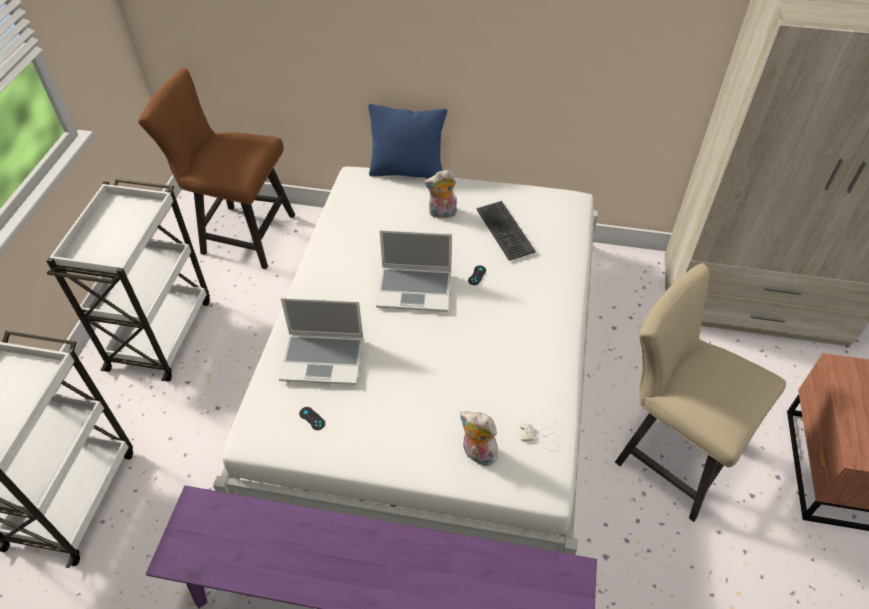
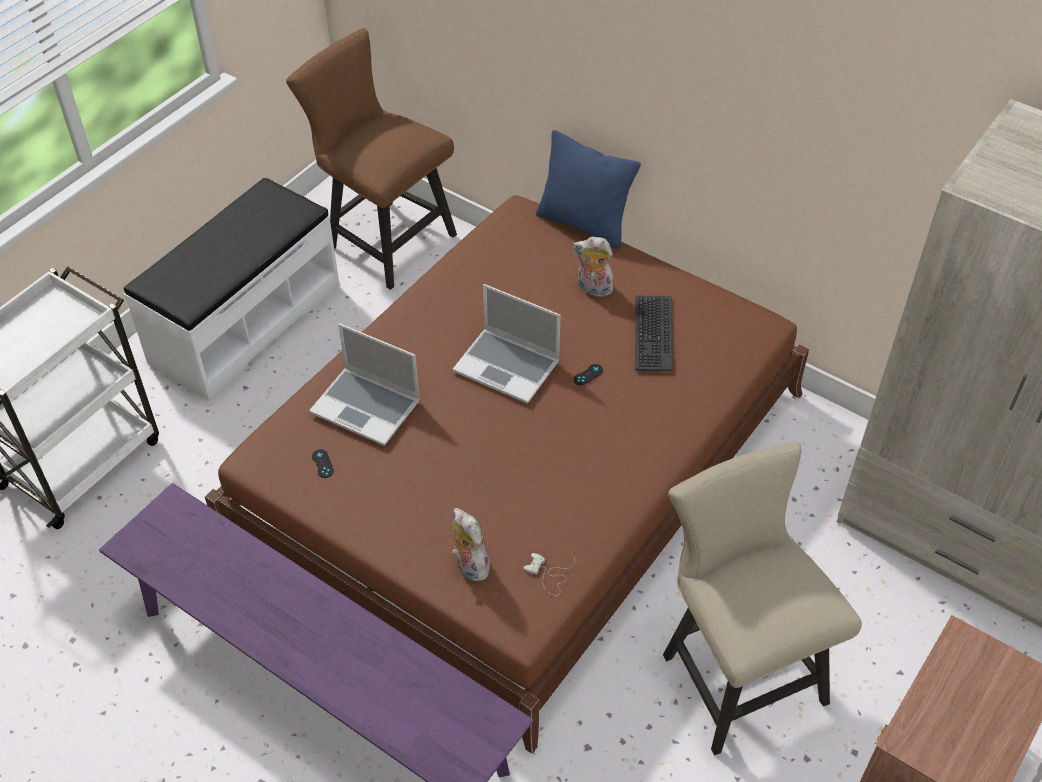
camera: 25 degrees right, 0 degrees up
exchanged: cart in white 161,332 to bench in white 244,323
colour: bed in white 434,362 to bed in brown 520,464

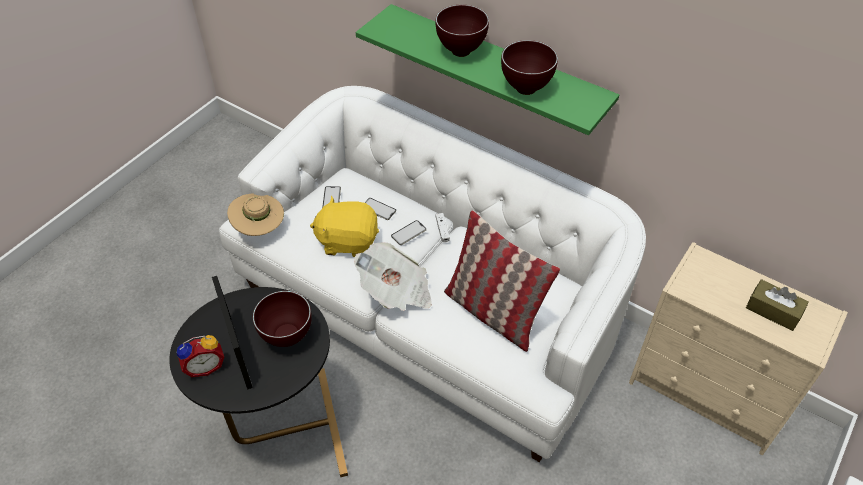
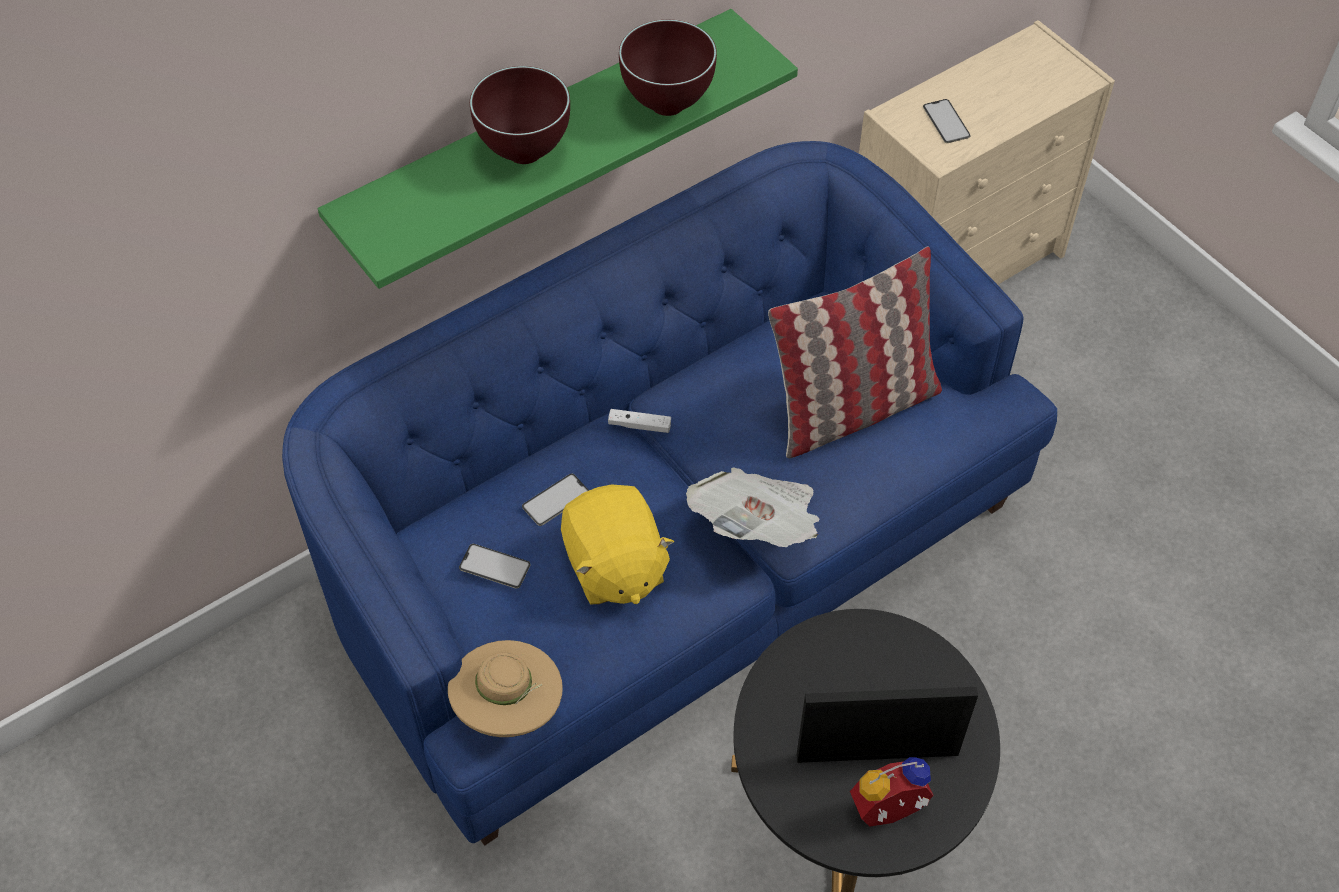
camera: 70 degrees left, 5 degrees up
missing: tissue box in brown 773,311; bowl in brown 288,338
relocated: phone 408,233 to 946,121
colour: sofa in white 430,311 to sofa in blue 671,559
spun: plush toy in yellow 347,241 = 614,567 45 degrees counterclockwise; alarm clock 205,366 = 889,814 105 degrees counterclockwise

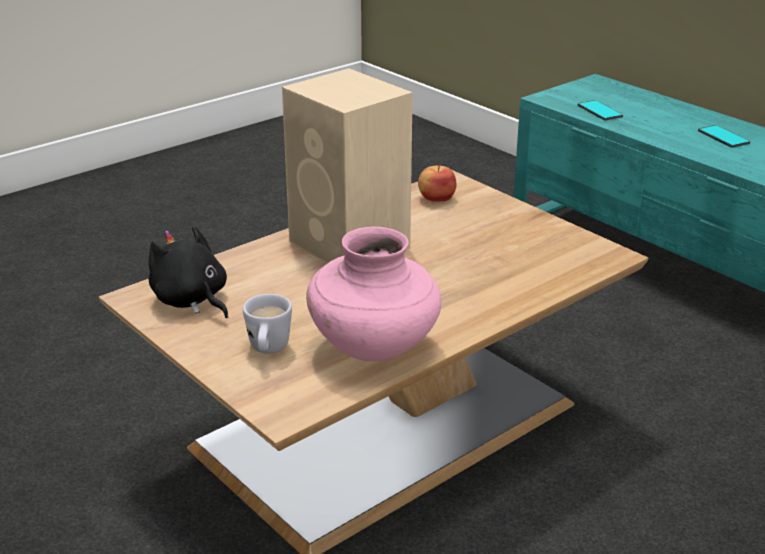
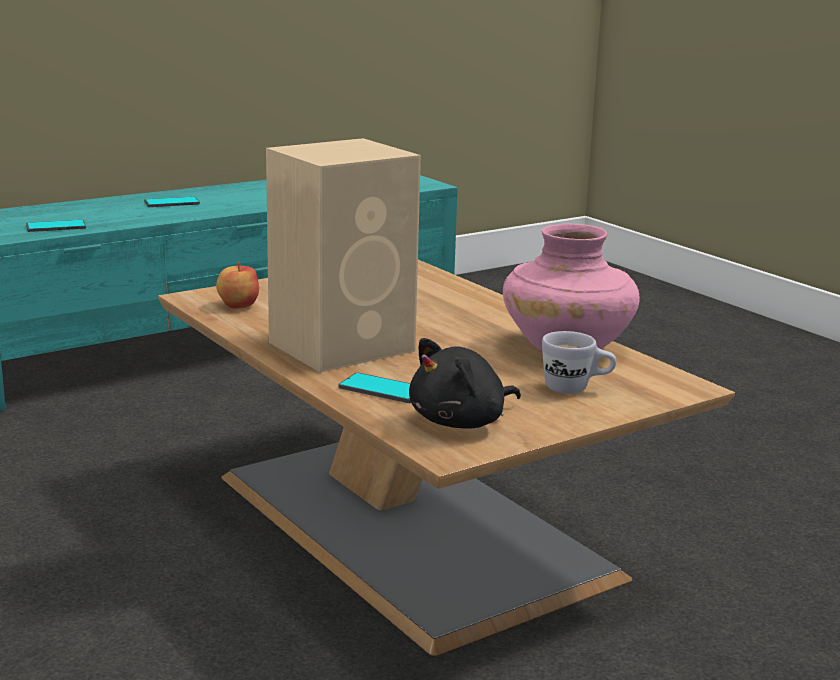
camera: 85 degrees left, 10 degrees down
appeared: phone 382,389

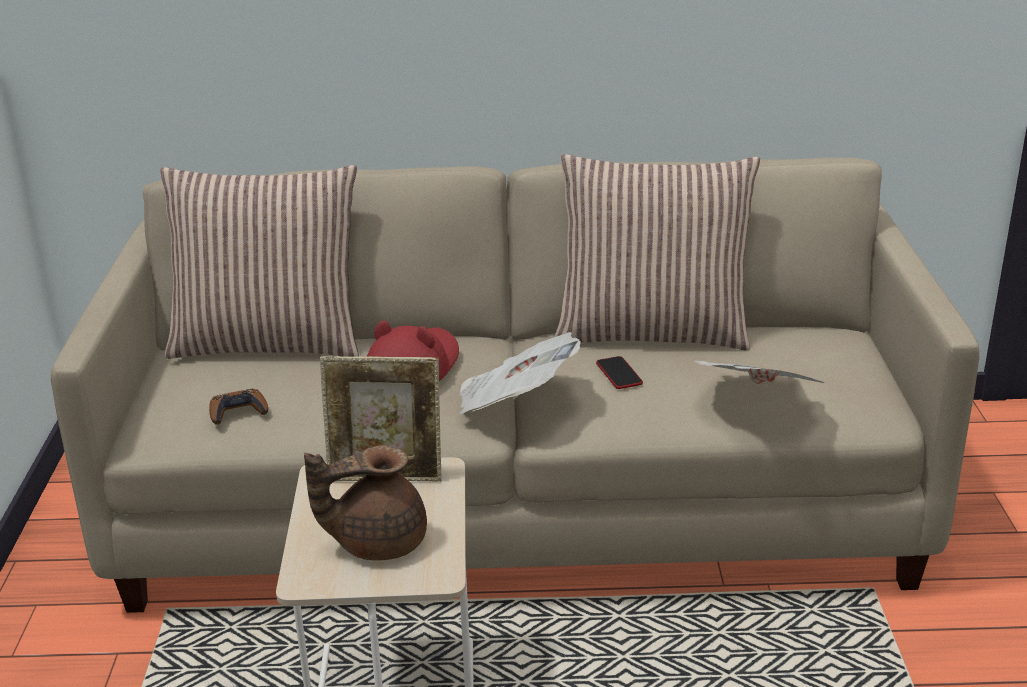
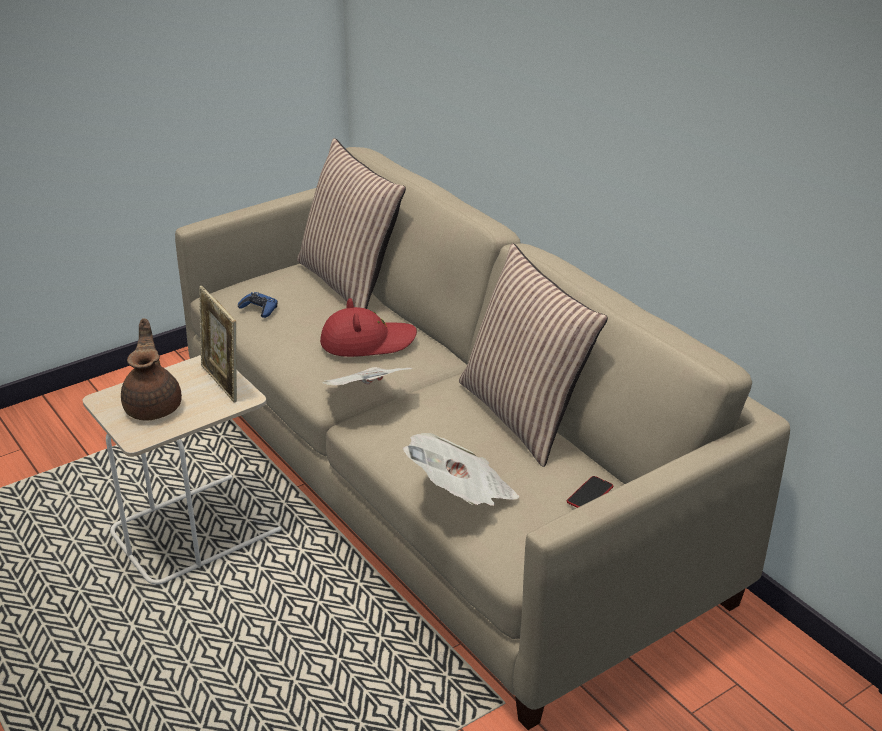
camera: 55 degrees right, 5 degrees up
relocated: phone 619,374 to 590,494
colour: game controller in brown 238,412 to game controller in blue 259,308
spun: teapot in brown 376,542 = 154,406 45 degrees clockwise

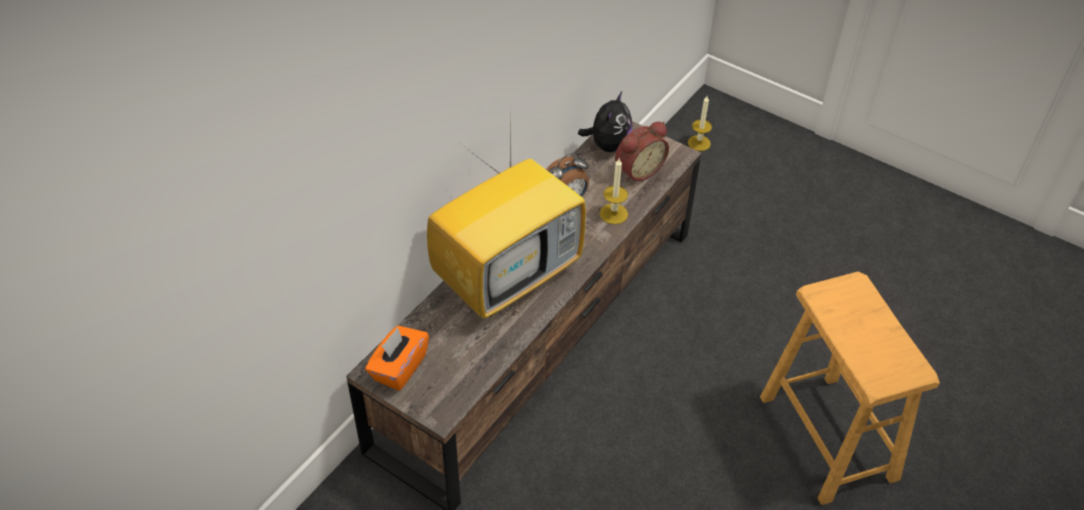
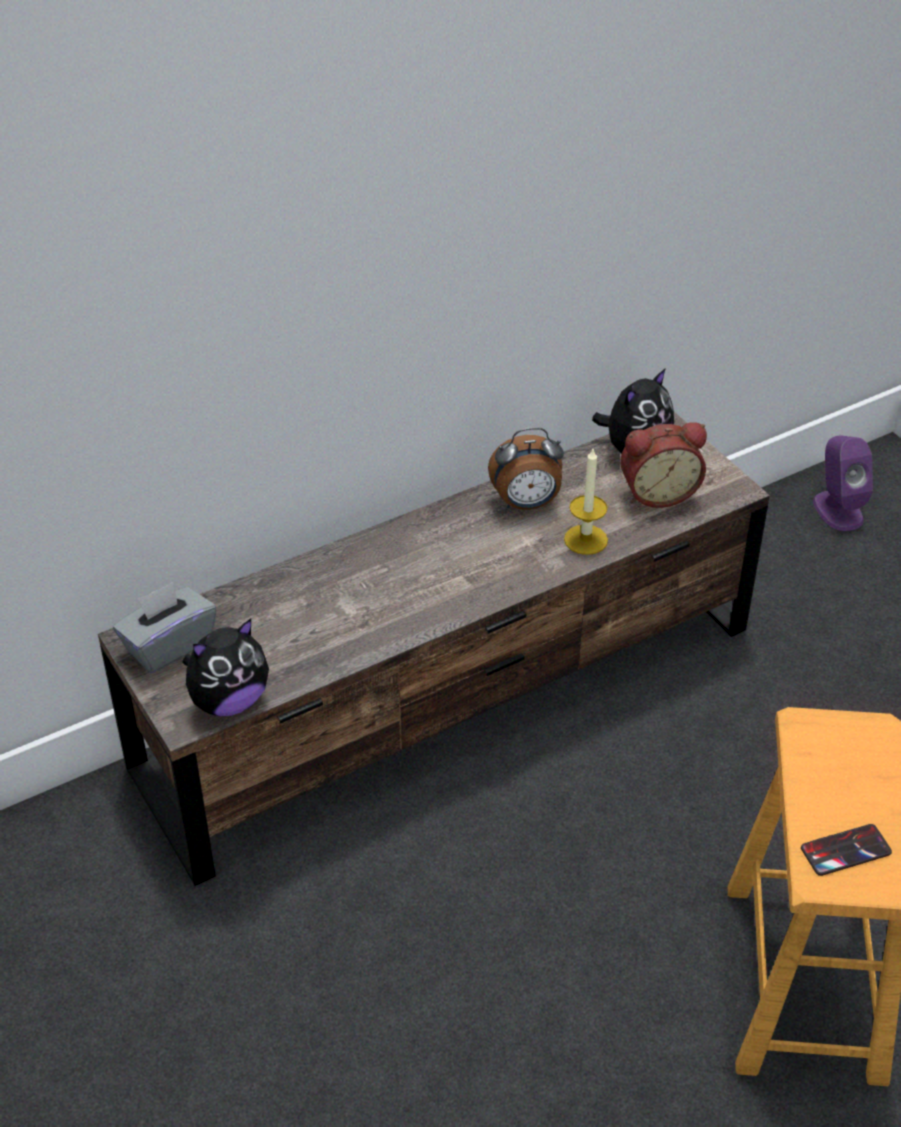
camera: 25 degrees right, 5 degrees down
missing: television 508,275
appeared: plush toy 228,701; phone 845,850
exchanged: candle 699,143 to speaker in purple 837,510
colour: tissue box in orange 399,368 to tissue box in grey 168,646

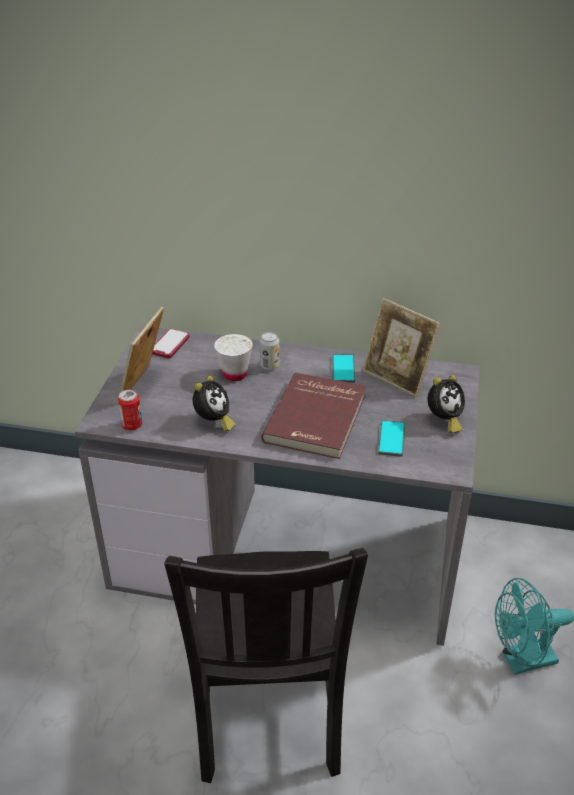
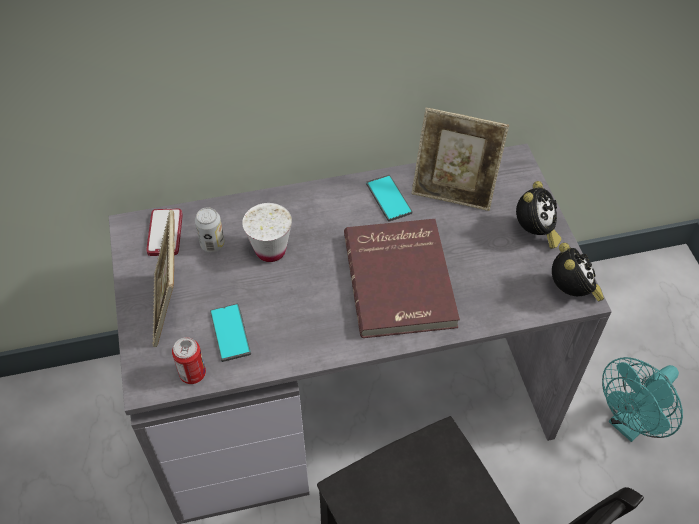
camera: 25 degrees left, 15 degrees up
relocated: can 269,366 to 212,244; alarm clock 213,422 to 571,292; phone 391,439 to 230,333

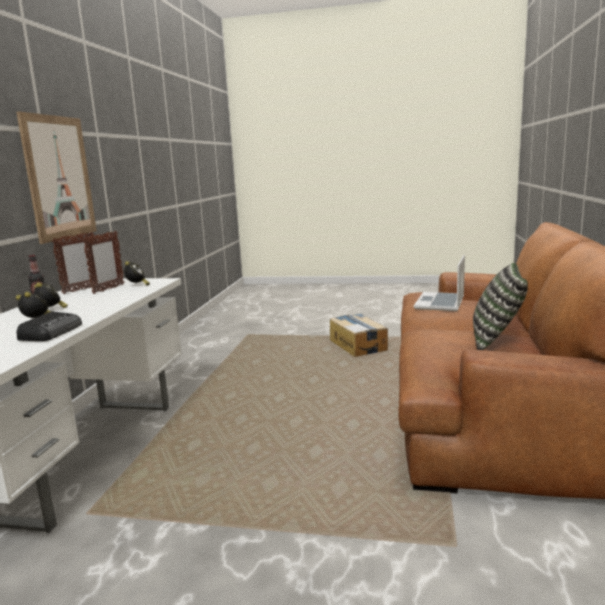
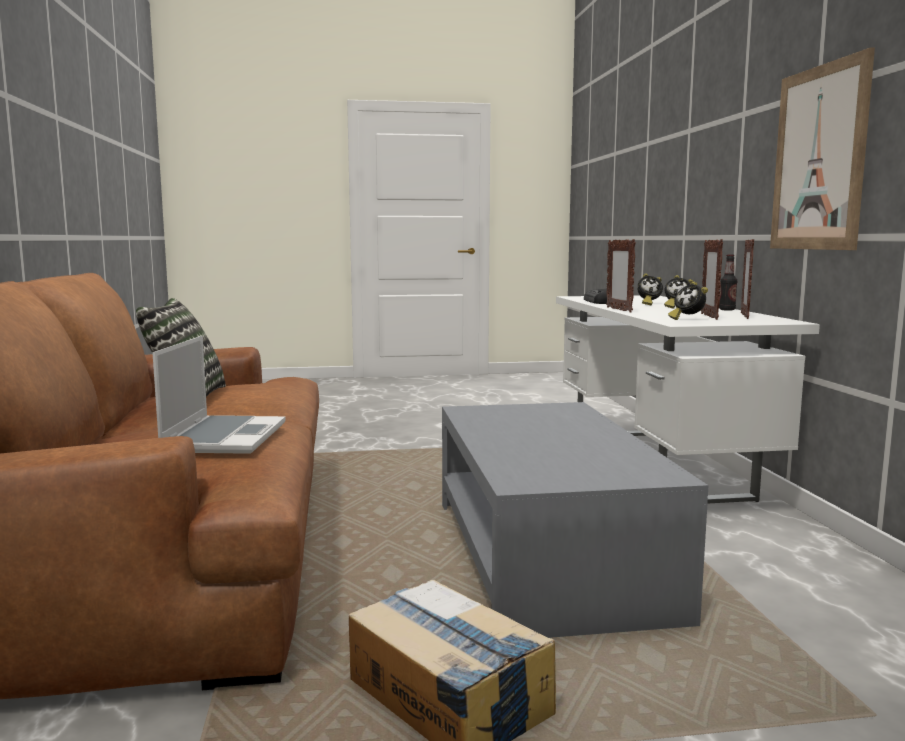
camera: 160 degrees right, 5 degrees down
appeared: picture frame 619,310; coffee table in grey 546,555

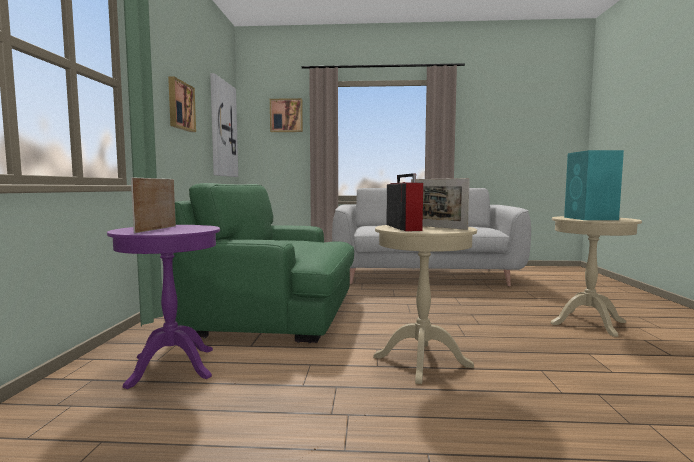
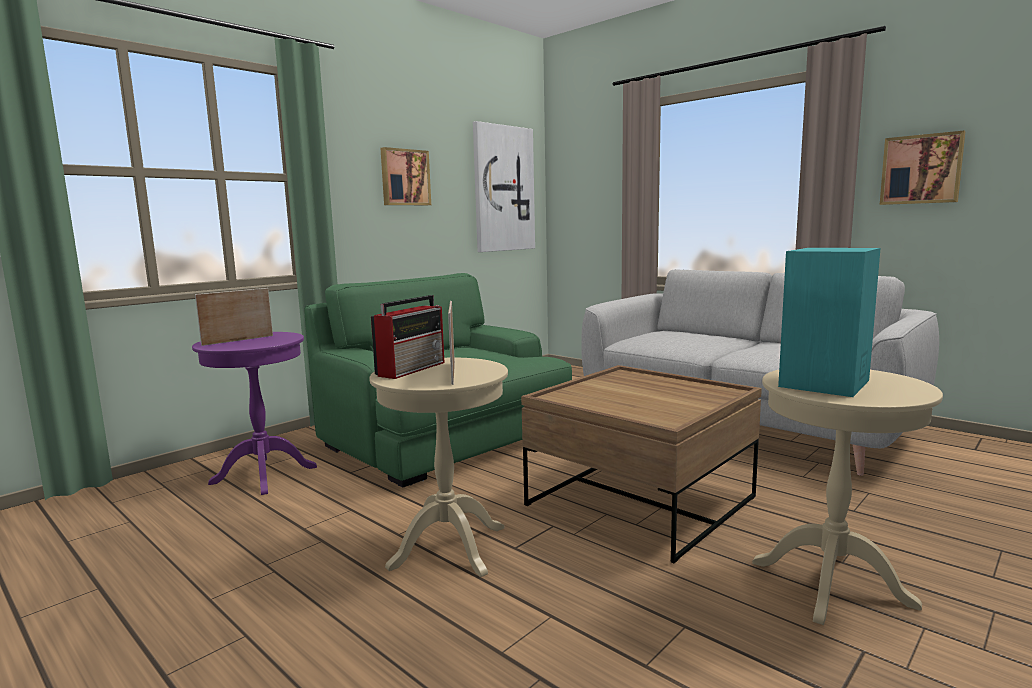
camera: 40 degrees right, 5 degrees up
appeared: coffee table in brown 640,501
relocated: picture 286,115 to 921,169

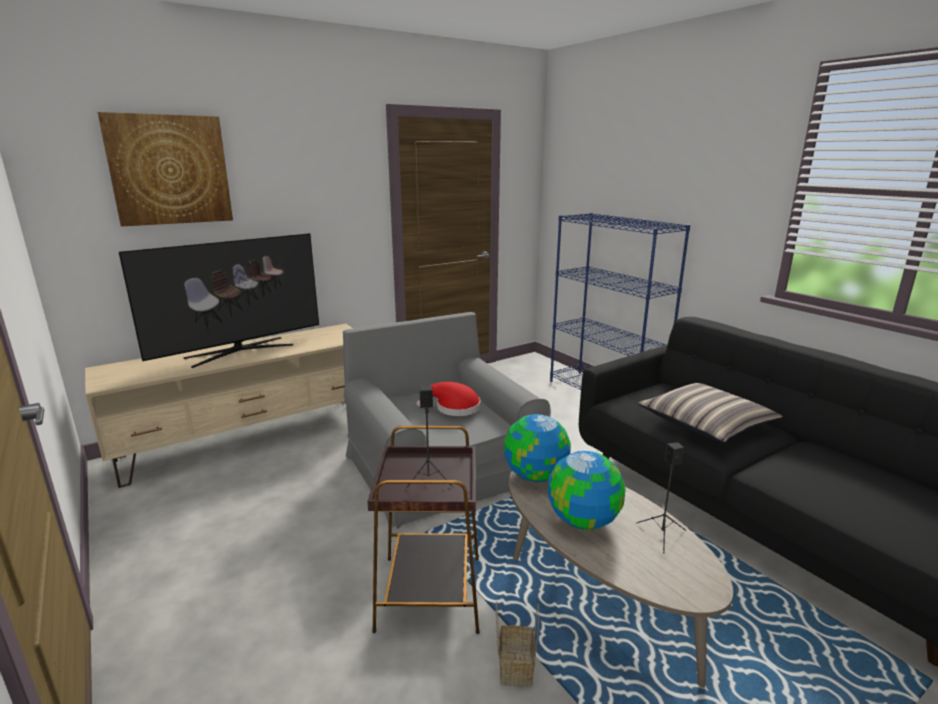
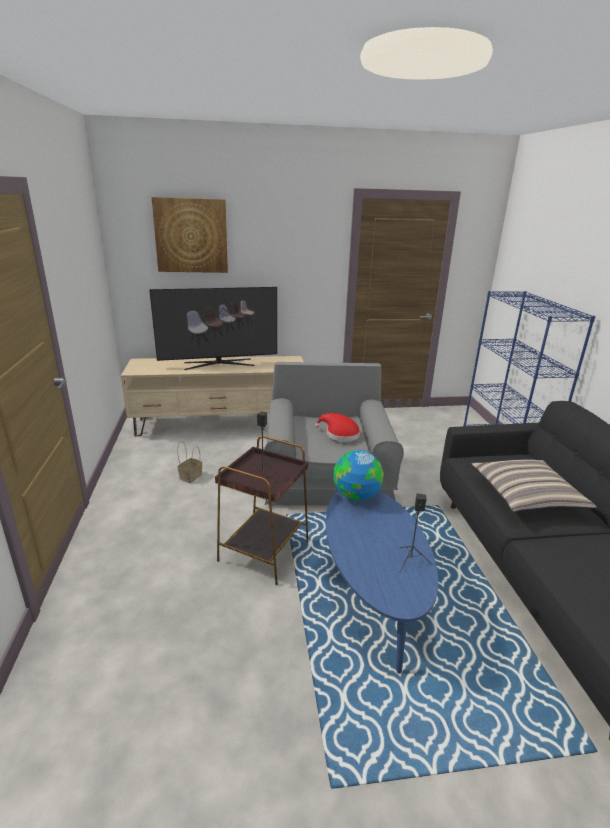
camera: 25 degrees right, 5 degrees up
missing: globe 583,520
relocated: basket 515,666 to 191,476
colour: coffee table in beige 597,596 to coffee table in blue 371,593

